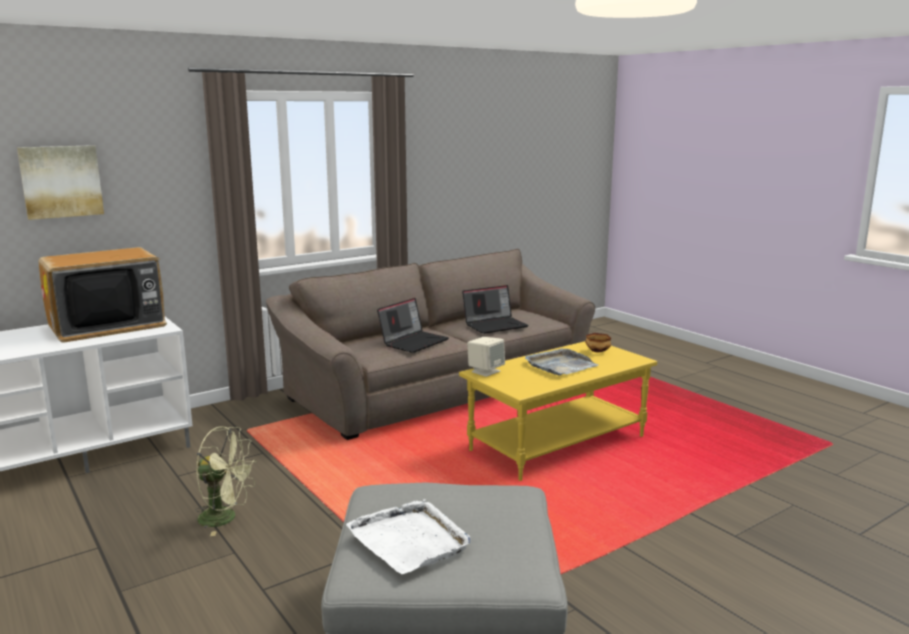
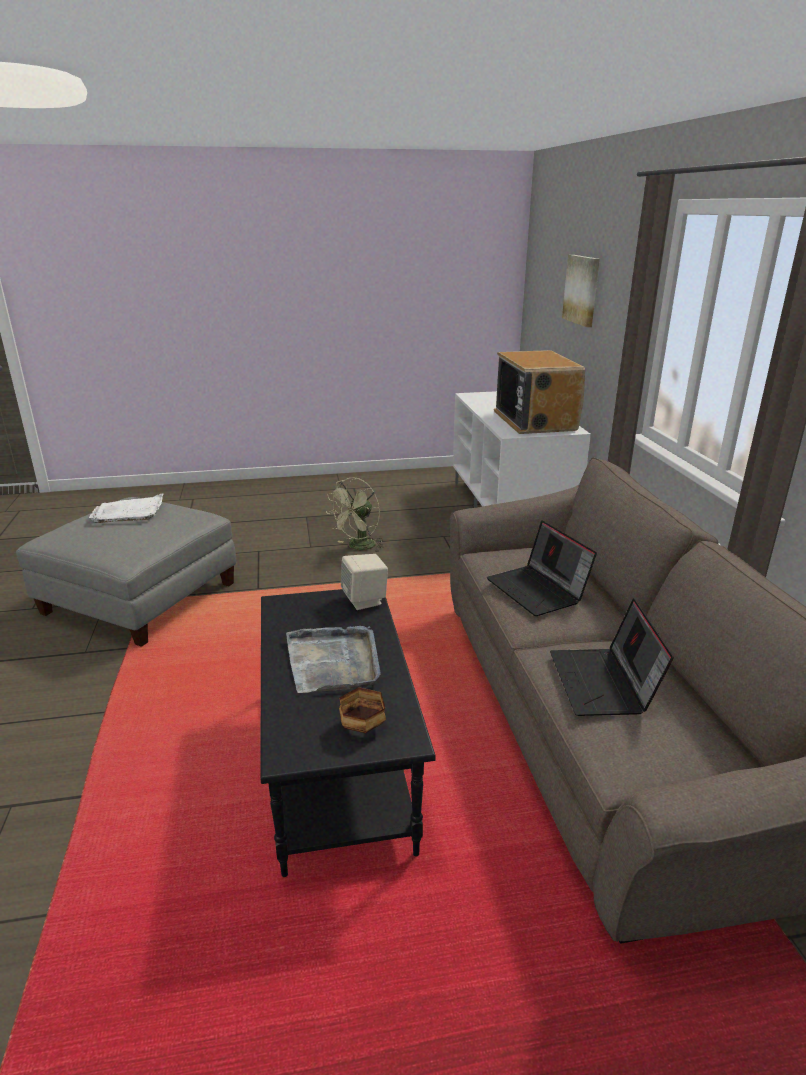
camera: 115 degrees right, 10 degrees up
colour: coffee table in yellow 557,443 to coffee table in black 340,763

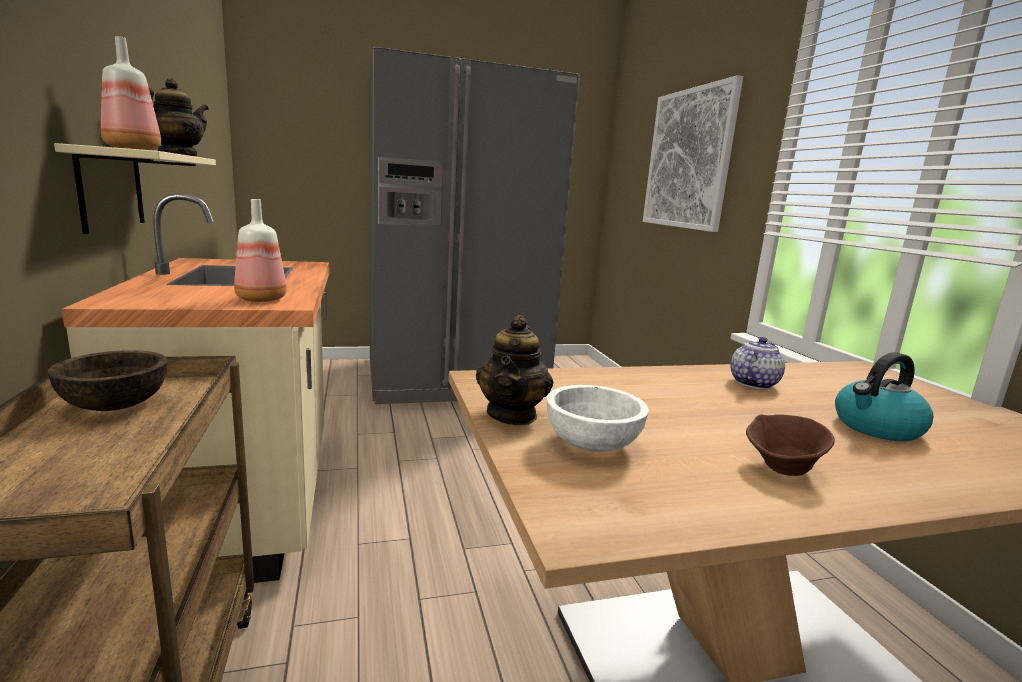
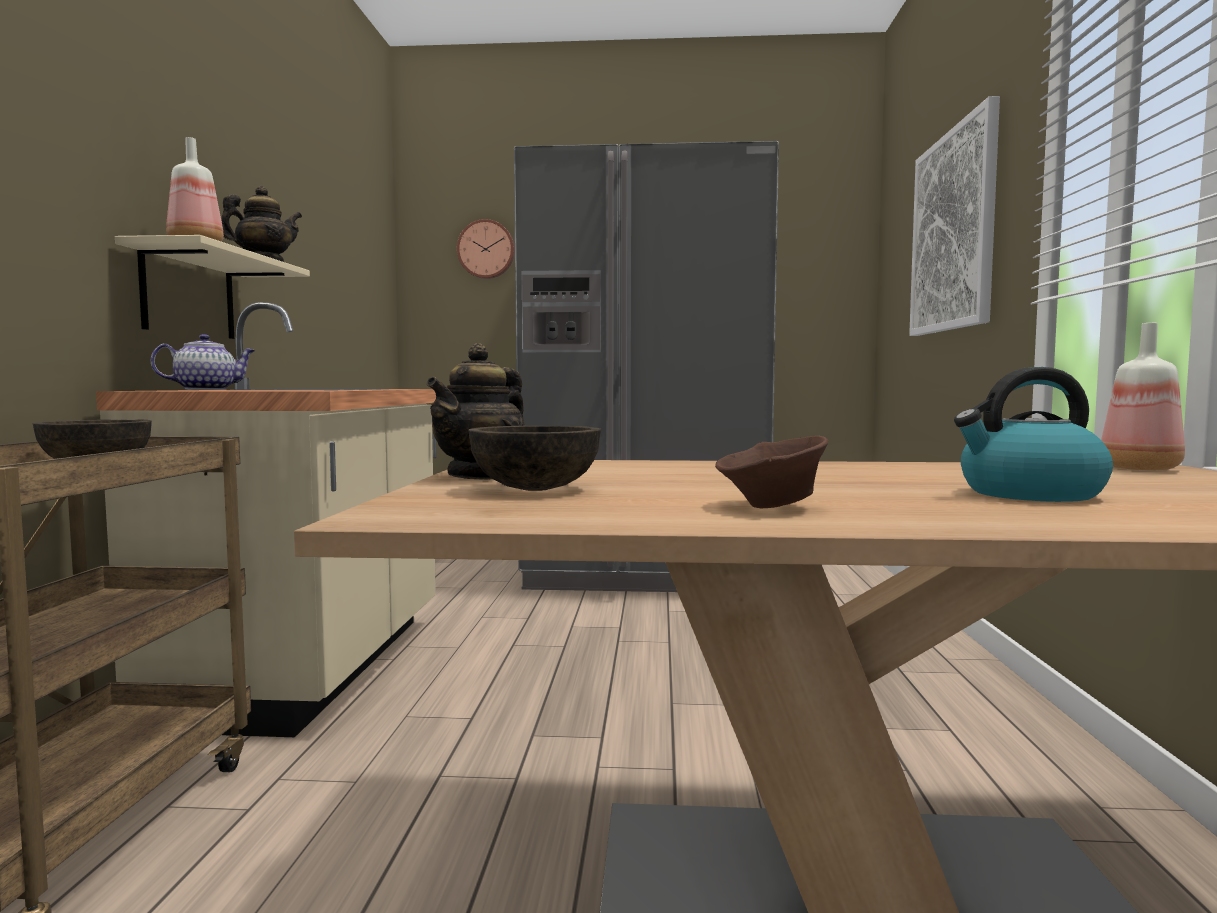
camera: 20 degrees right, 10 degrees down
appeared: wall clock 486,249
relocated: bottle 260,299 to 1137,468; teapot 753,383 to 207,390
colour: bowl in white 591,444 to bowl in brown 534,489

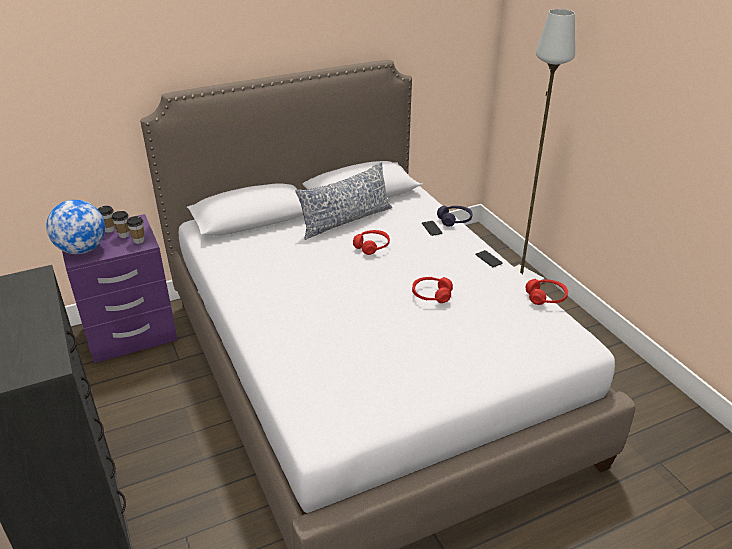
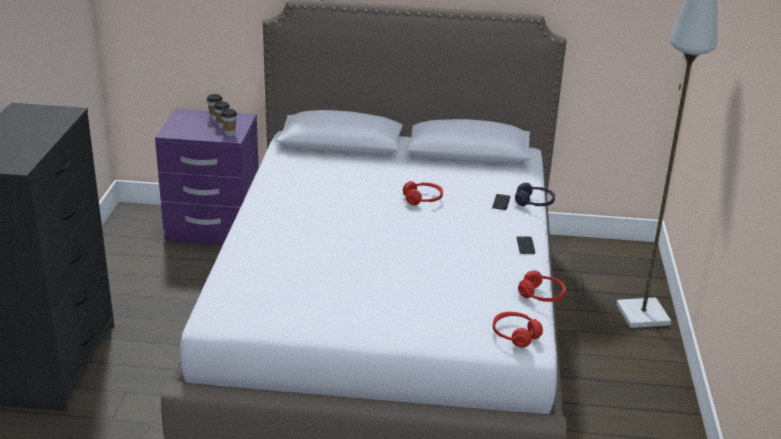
camera: 30 degrees right, 5 degrees down
missing: pillow 345,220; globe 82,250
relocated: headphones in red 431,295 to 515,335

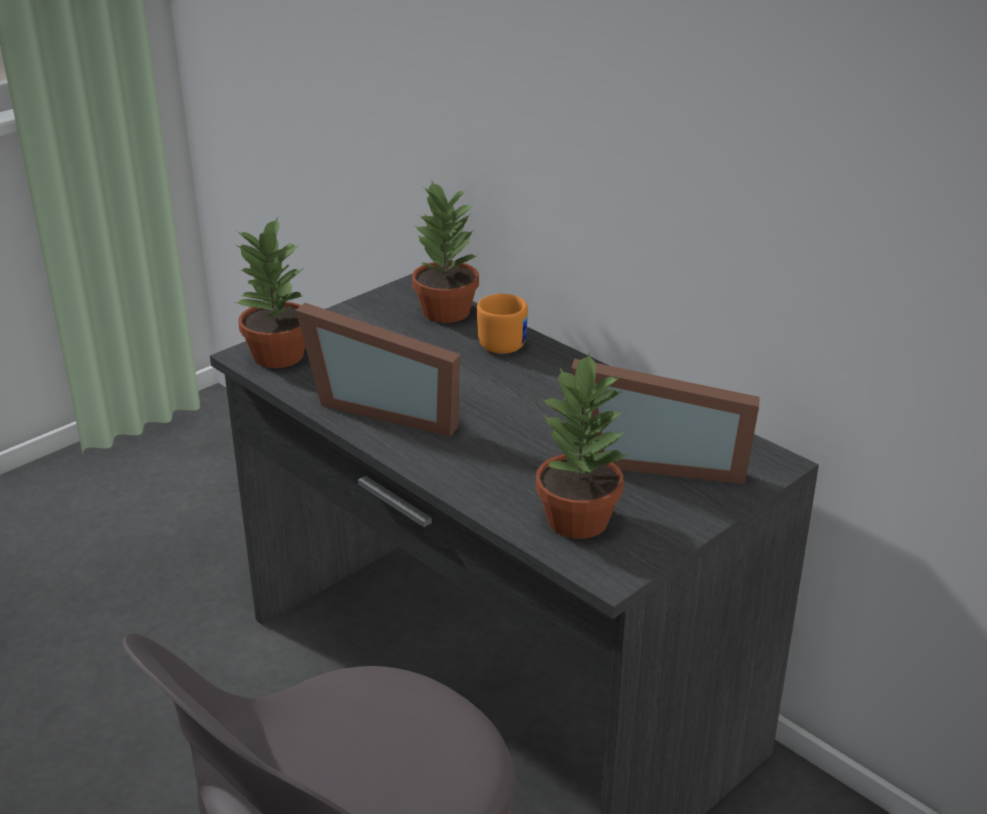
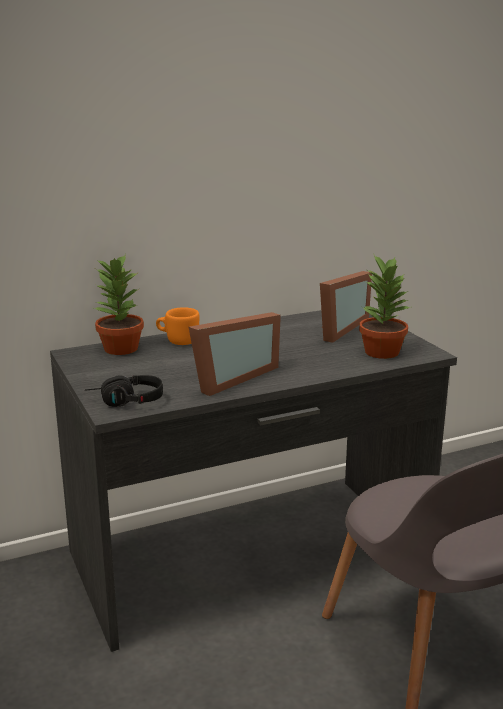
camera: 70 degrees left, 10 degrees down
exchanged: potted plant 277,356 to headphones in black 125,402

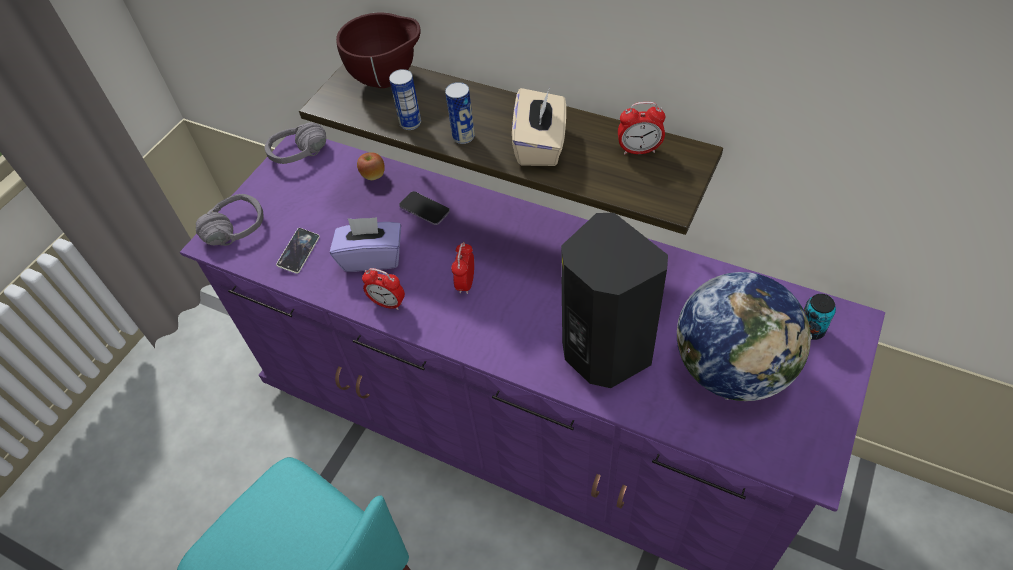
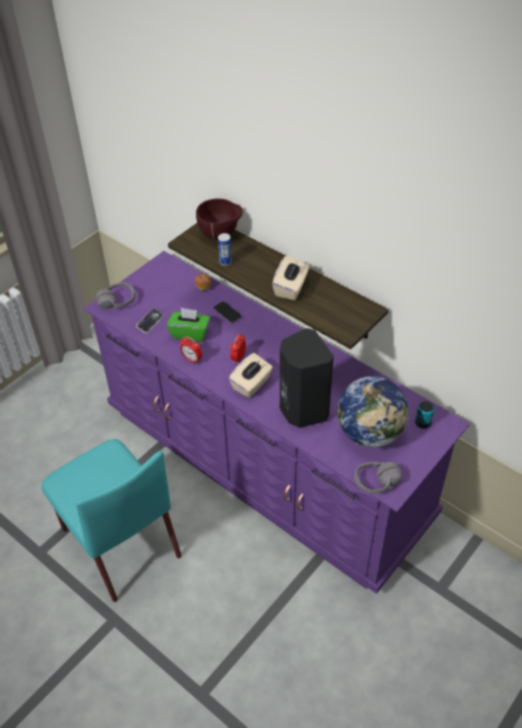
camera: 10 degrees right, 5 degrees down
missing: can 463,137; alarm clock 639,150
appeared: tissue box in beige 251,384
relocated: headphones in grey 302,158 to 379,488
colour: tissue box in purple 372,257 to tissue box in green 190,333

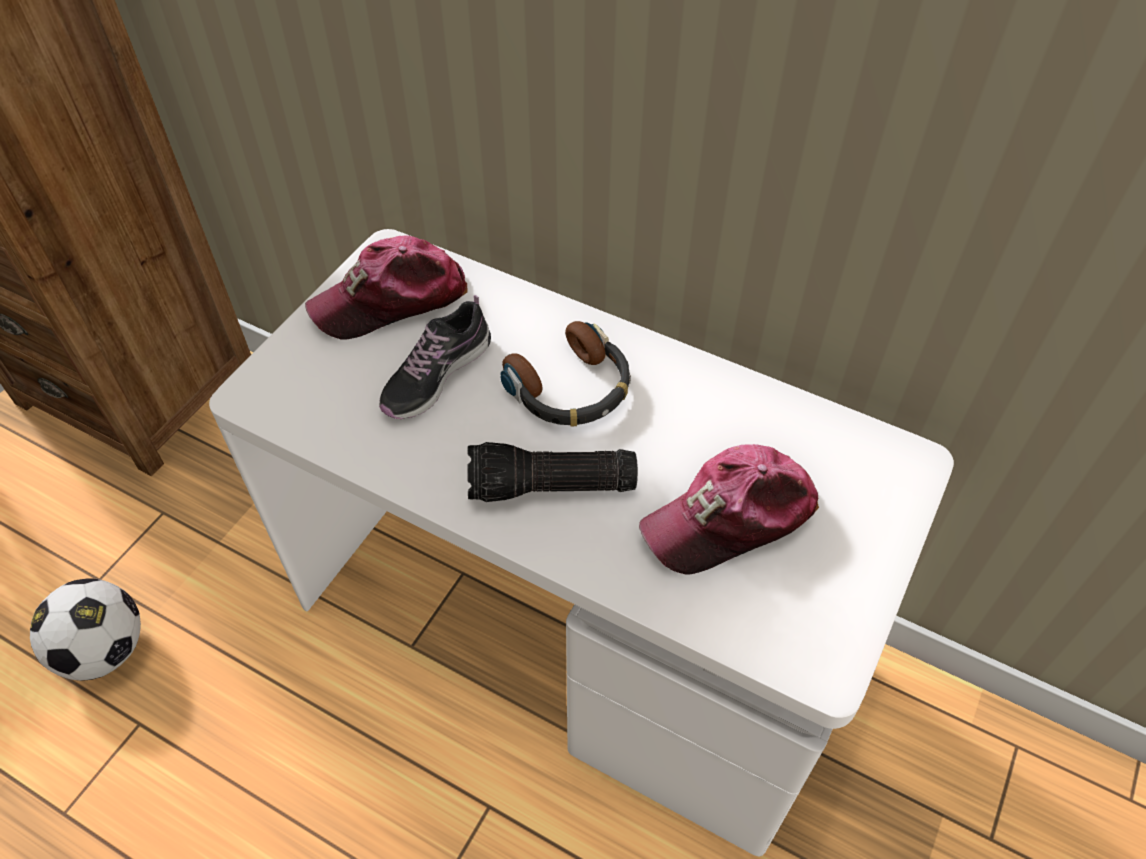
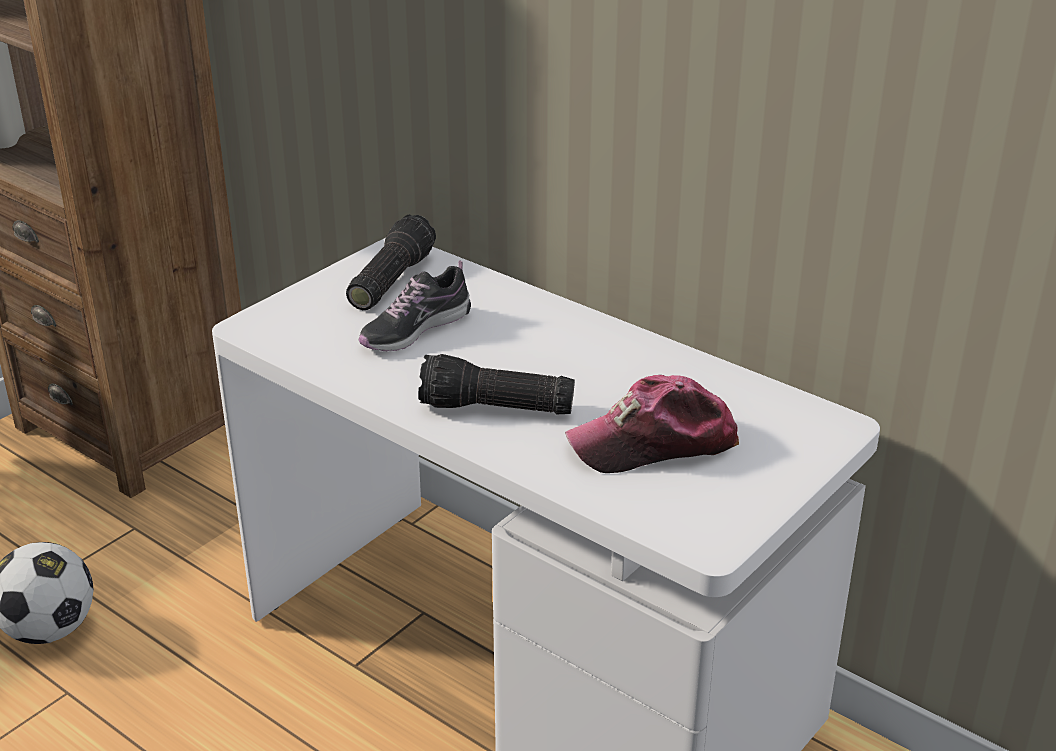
camera: 10 degrees right, 20 degrees down
missing: headphones 571,388
exchanged: cap 391,300 to flashlight 389,280

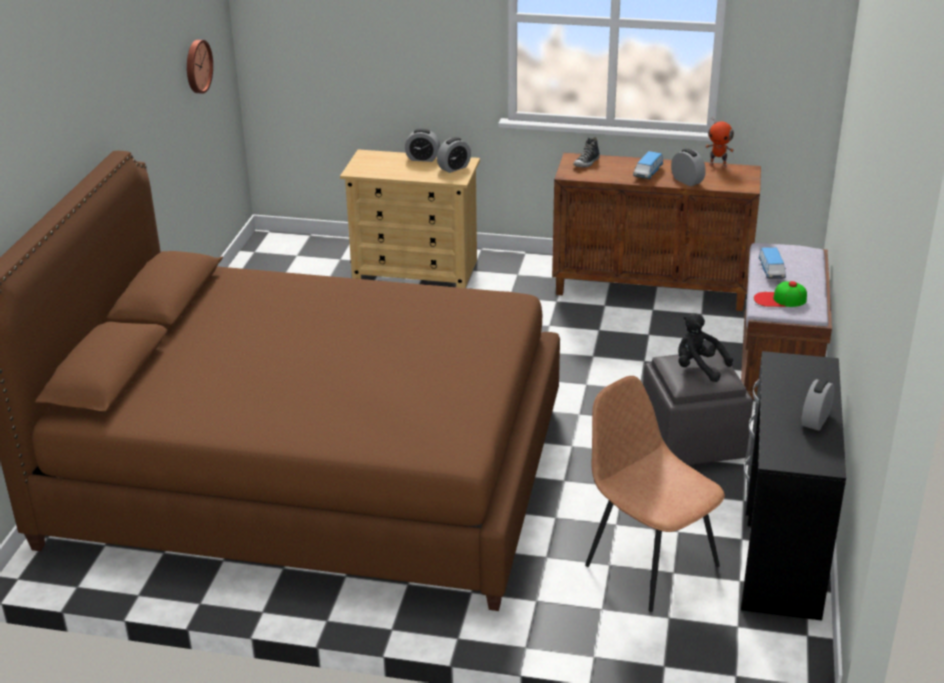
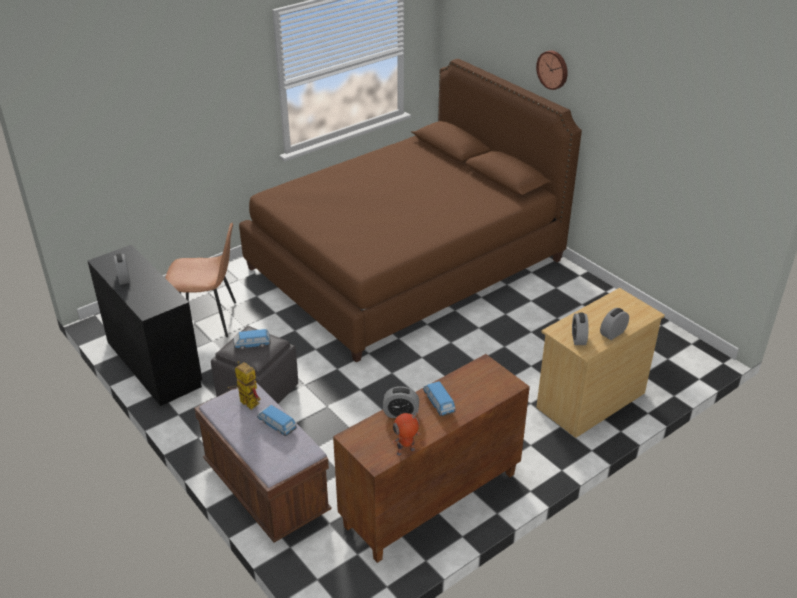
camera: 130 degrees right, 5 degrees up
missing: shoe 586,163
relocated: wall clock 197,66 to 553,69
exchanged: cap 780,299 to toy robot 245,401; plush toy in black 698,368 to toy car 252,344

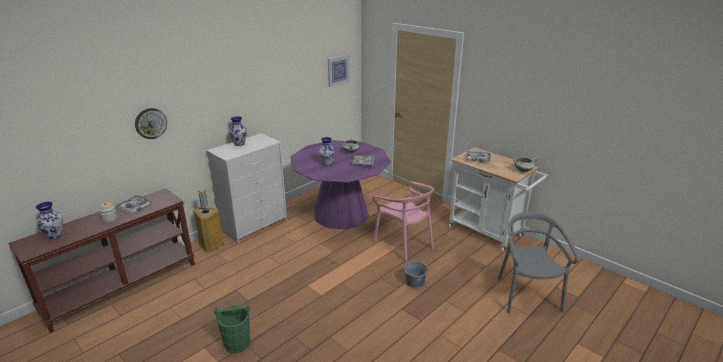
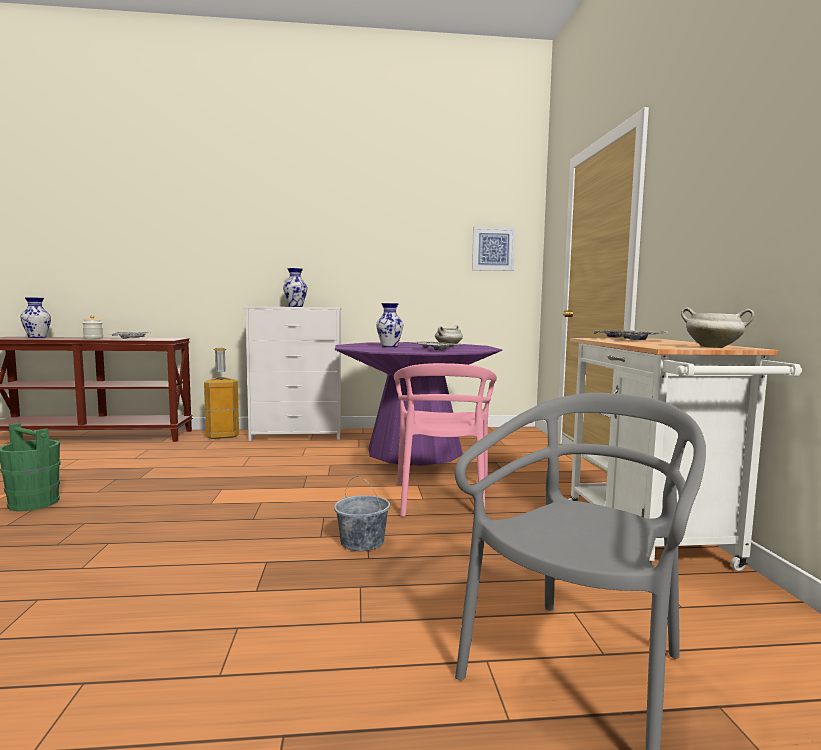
camera: 40 degrees right, 20 degrees down
missing: wall clock 150,123

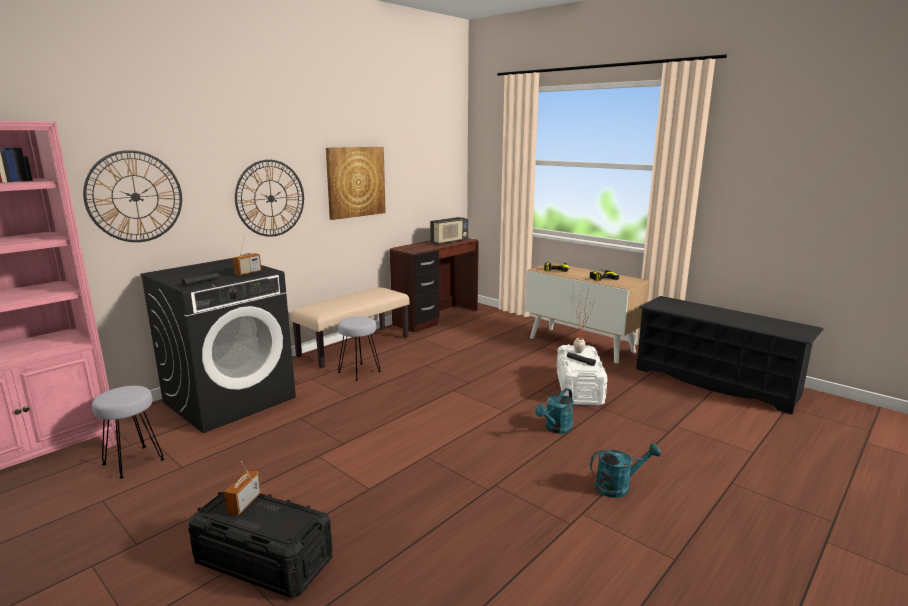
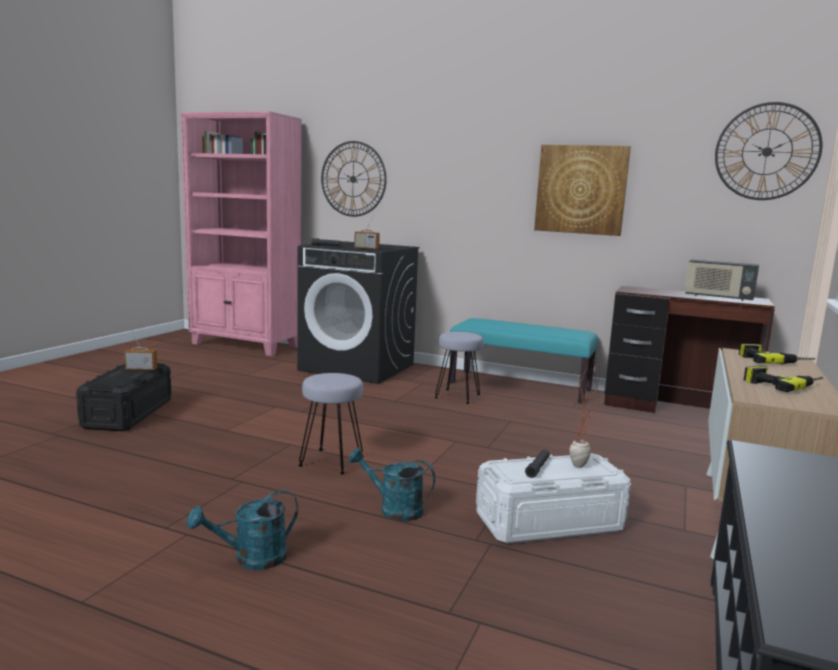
camera: 70 degrees right, 5 degrees down
relocated: wall clock 270,198 to 767,151; stool in grey 134,461 to 332,462
colour: bench in beige 354,346 to bench in turquoise 520,386
spun: watering can in turquoise 618,486 = 251,559 90 degrees clockwise

